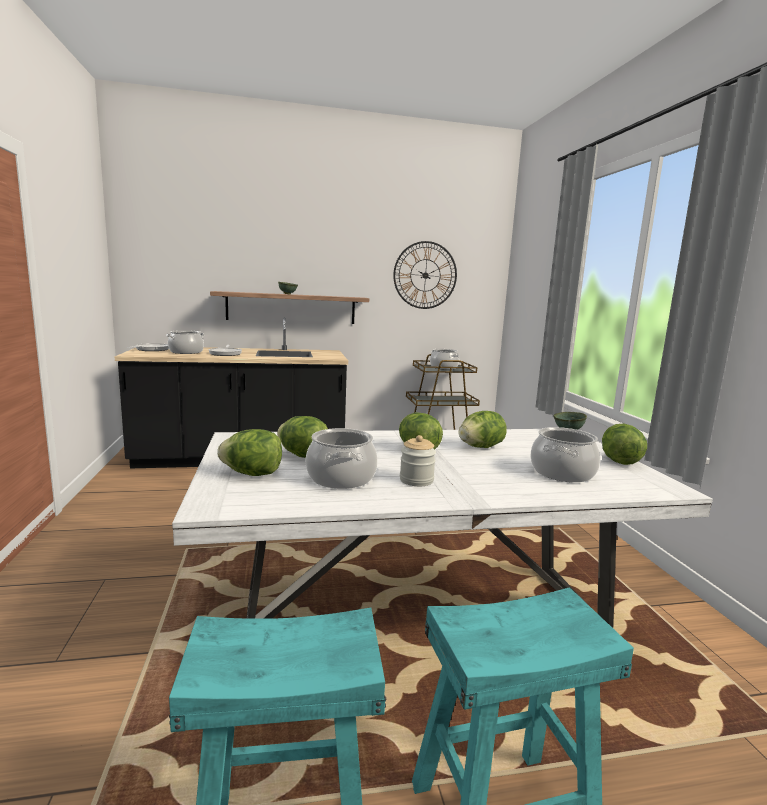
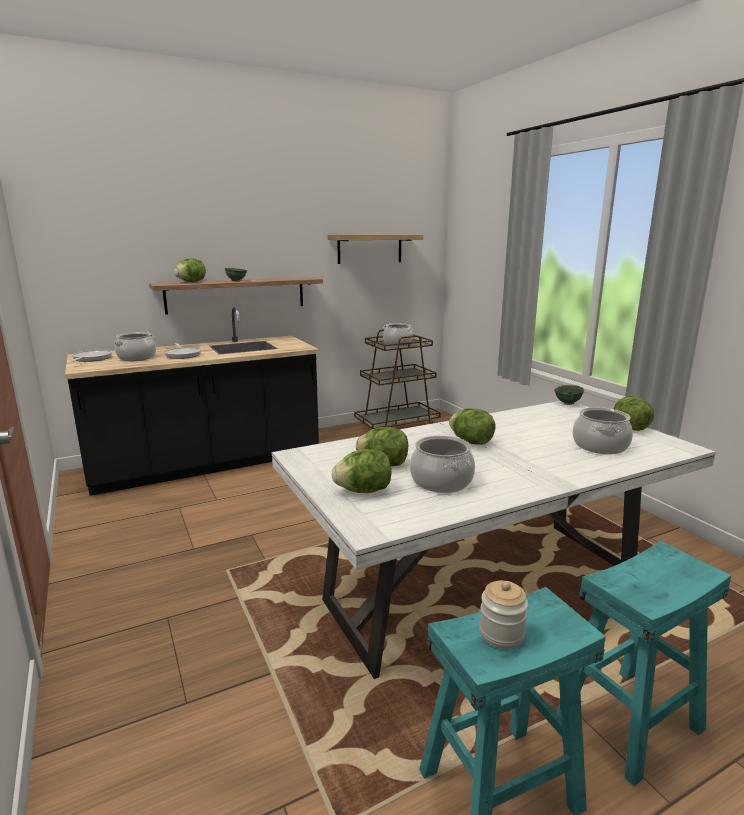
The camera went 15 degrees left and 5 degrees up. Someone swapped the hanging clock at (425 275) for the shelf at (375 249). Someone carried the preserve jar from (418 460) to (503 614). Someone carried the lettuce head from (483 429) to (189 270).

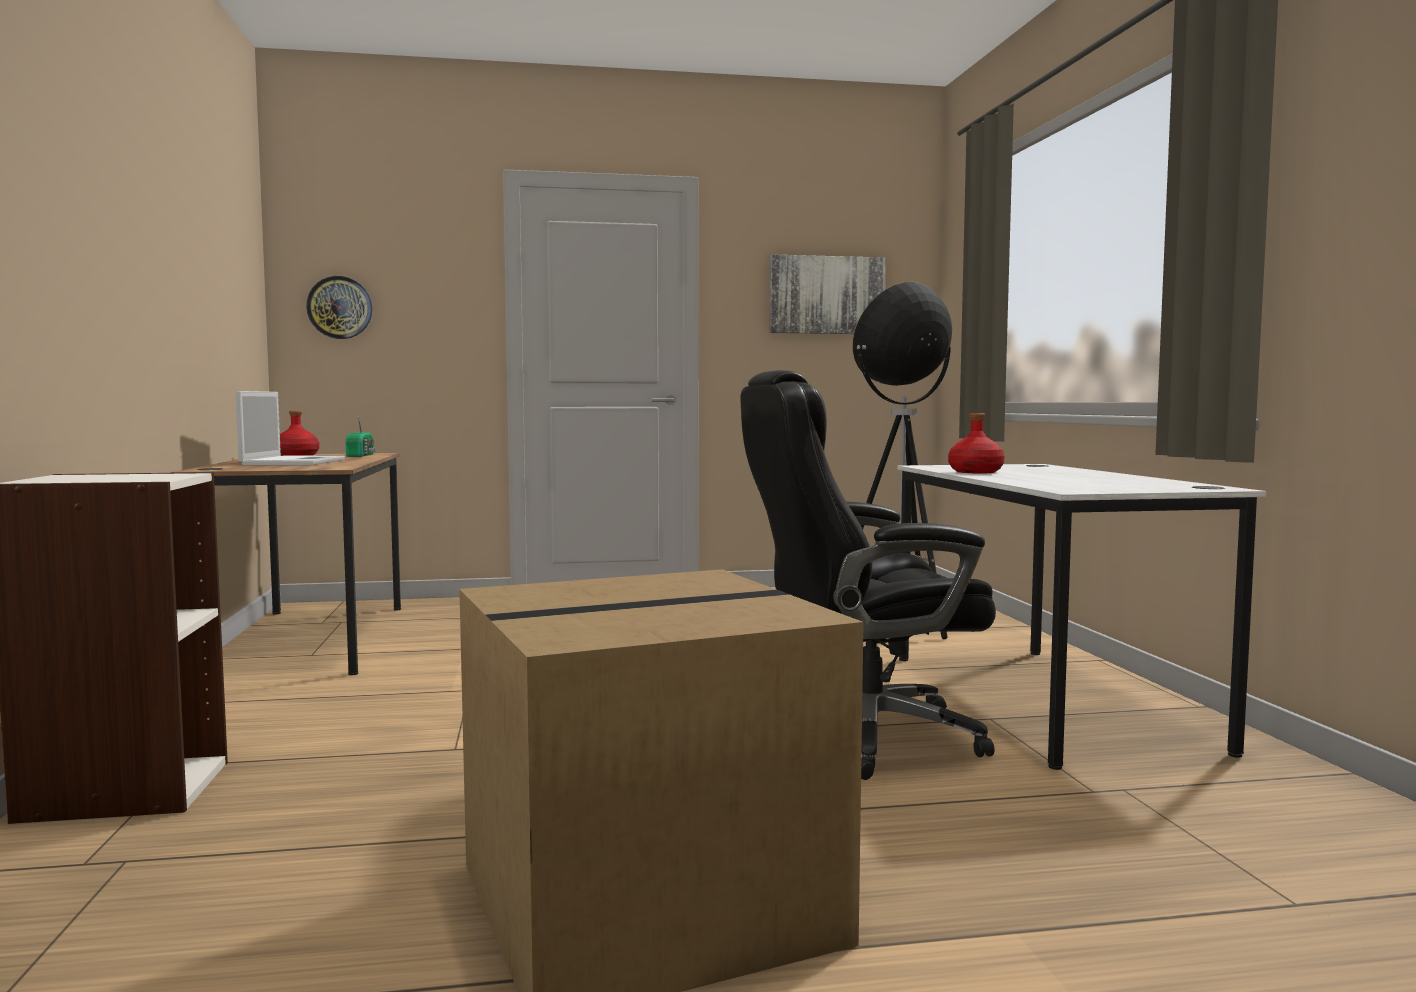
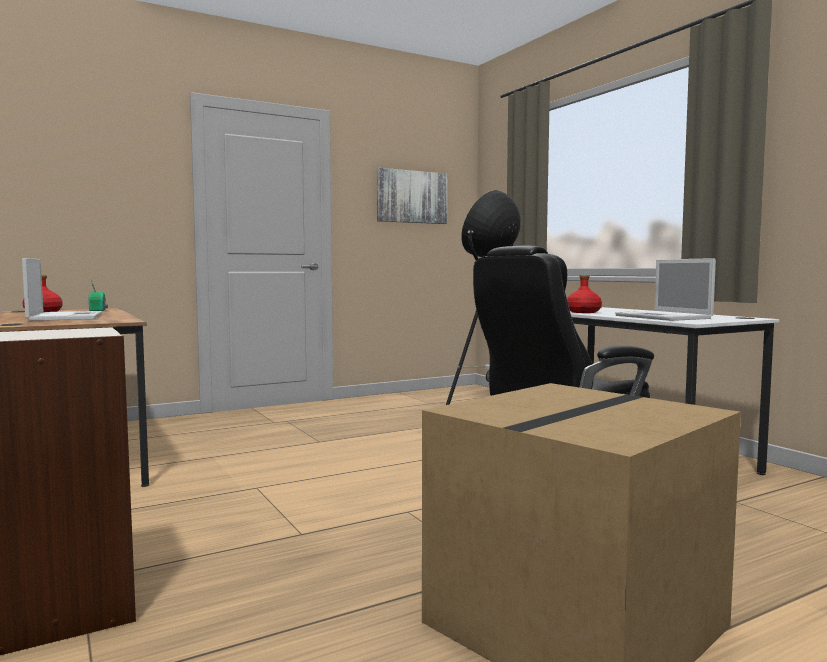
The camera went 20 degrees left and 0 degrees up. Someone took away the hanging clock at (339 307). Someone put down the notebook computer at (665 289).

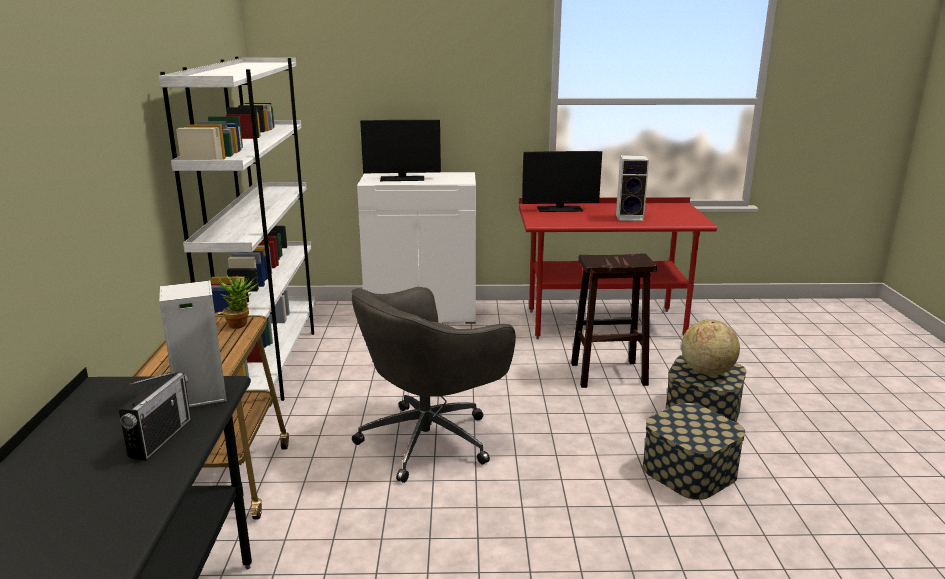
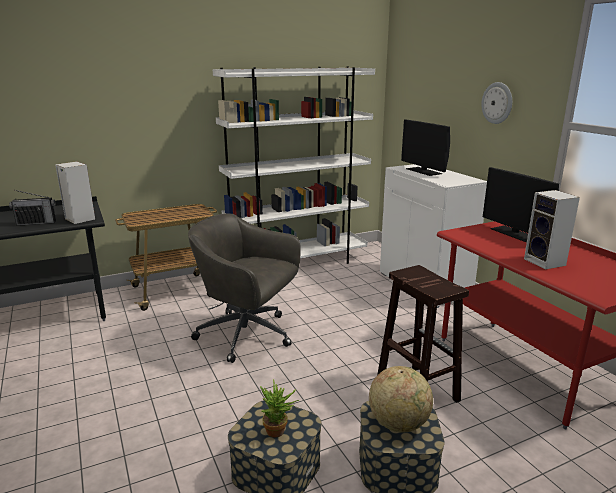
The camera went 65 degrees right and 0 degrees up. Someone carried the plant in a pot from (237 302) to (279 408). Someone put up the hanging clock at (496 103).

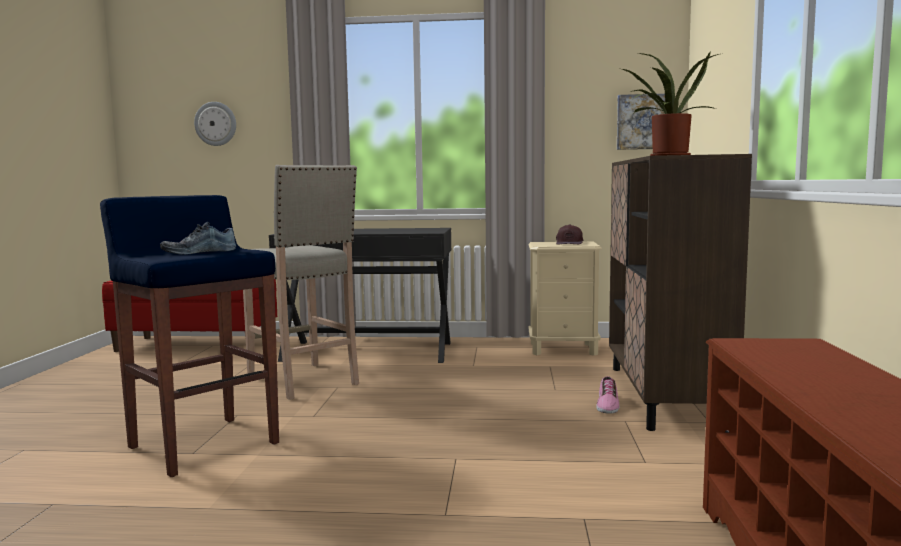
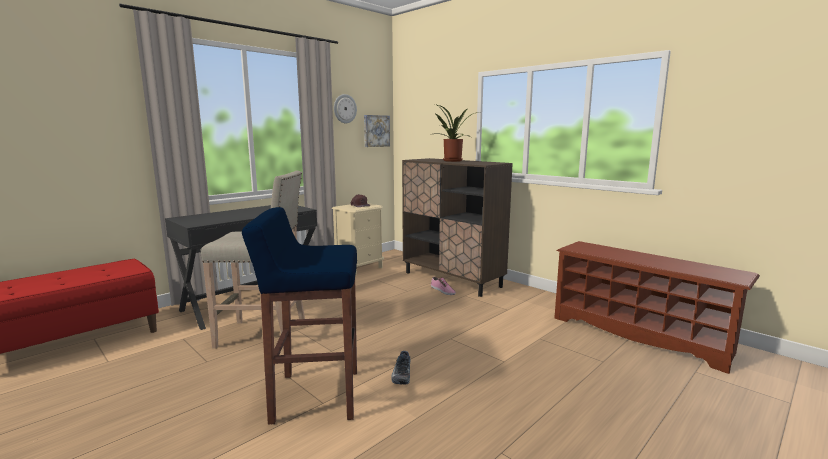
The camera went 50 degrees left and 5 degrees up. Someone carried the item of footwear from (198 238) to (401 367). Someone carried the hanging clock from (215 124) to (345 108).

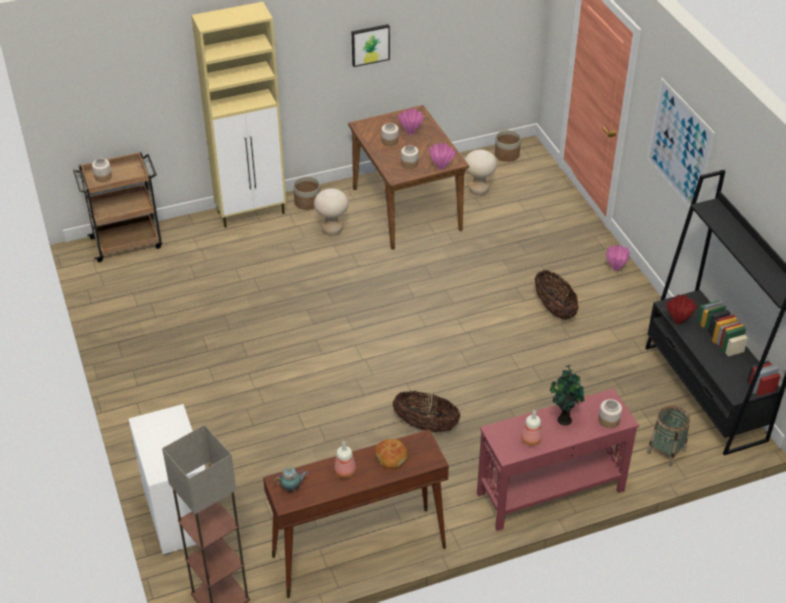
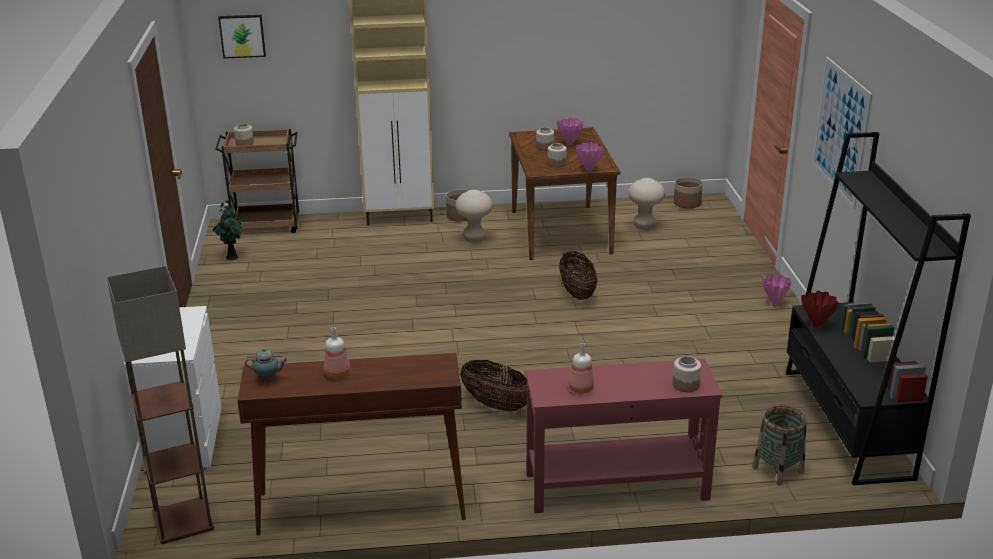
The camera went 15 degrees right and 15 degrees down. Someone carried the wall picture from (371 45) to (242 37). Someone took away the bread at (391 454). Someone carried the household basket from (557 295) to (578 275). Someone carried the plant in a pot from (567 395) to (228 230).

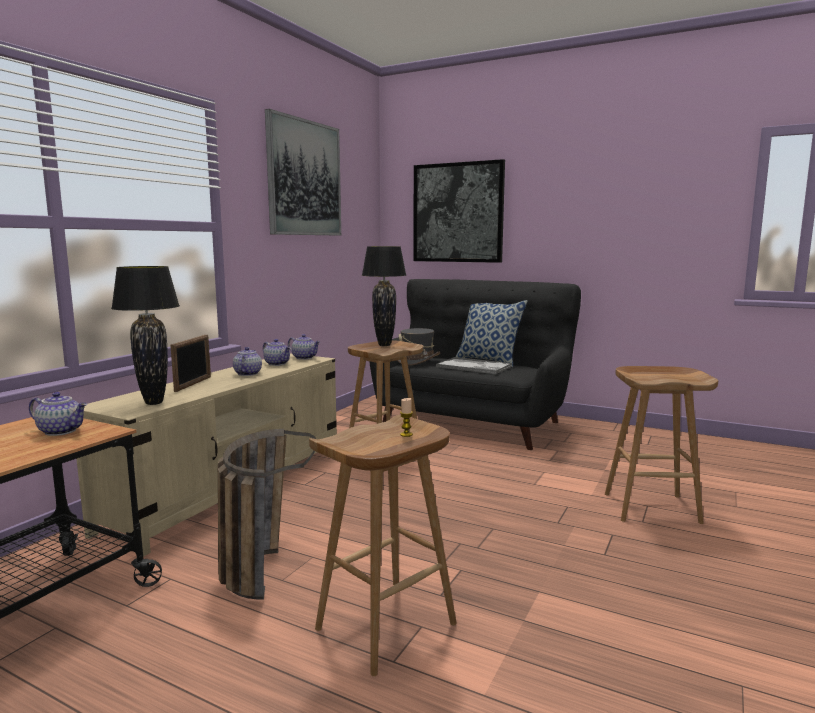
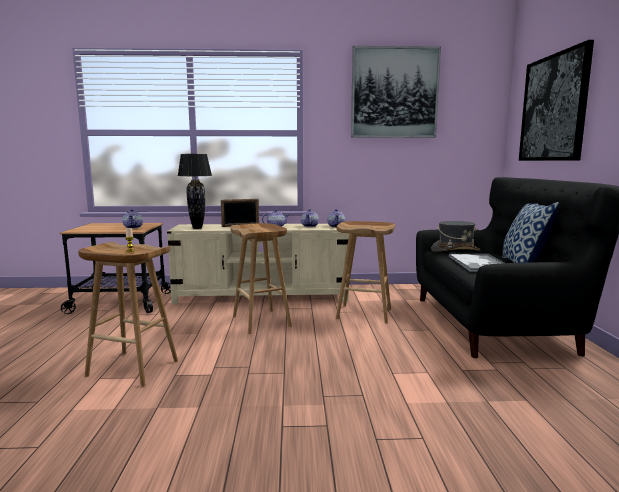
The camera went 60 degrees right and 0 degrees up. Someone took away the household basket at (267 514). Someone took away the black lamp for a table at (384 296). Someone carried the brownish sitting stool from (661 445) to (261 278).

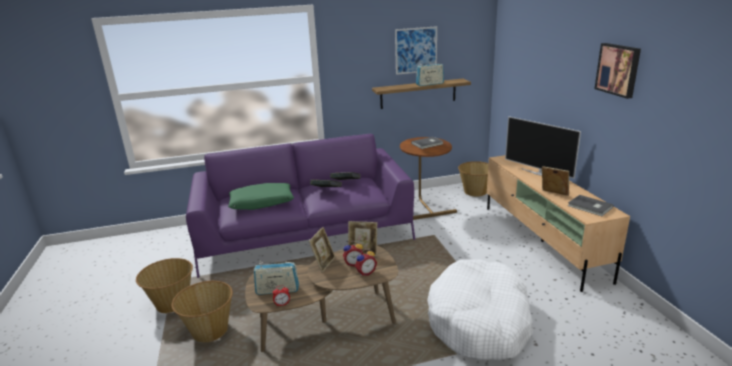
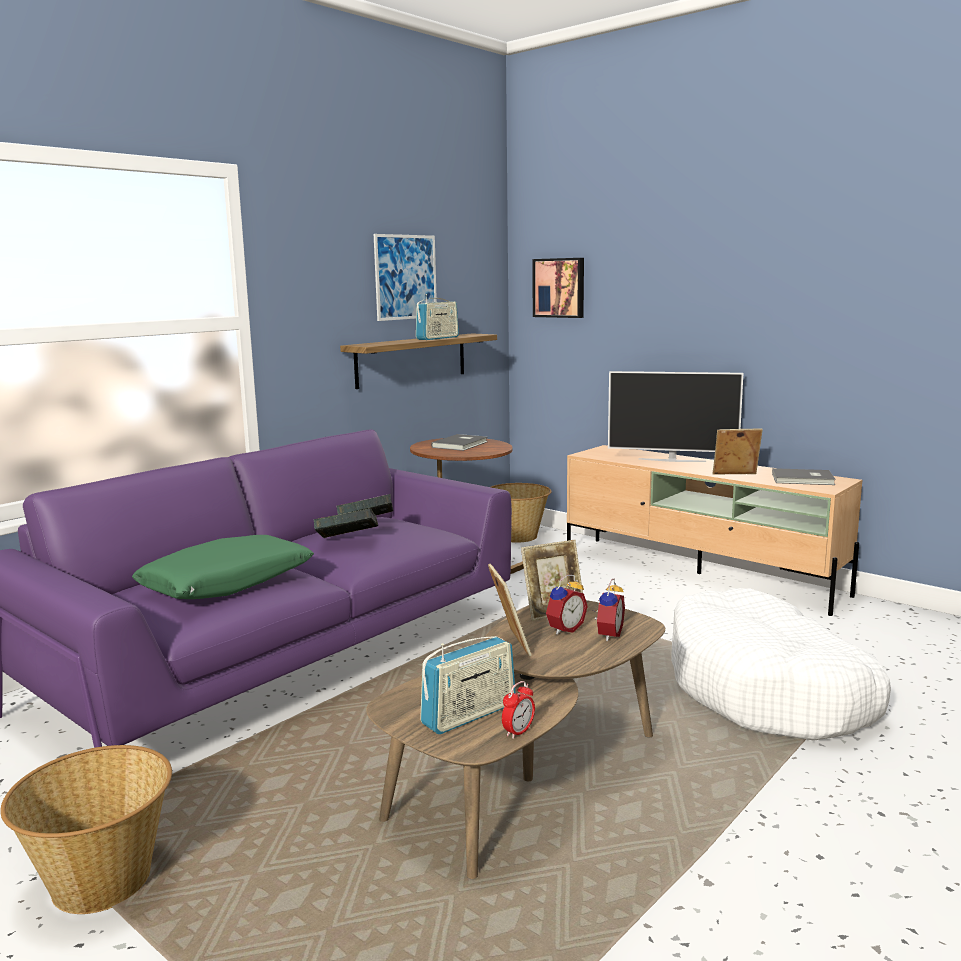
The camera went 35 degrees left and 10 degrees down. Someone took away the household basket at (202 311). Someone carried the wall picture from (617 71) to (558 288).

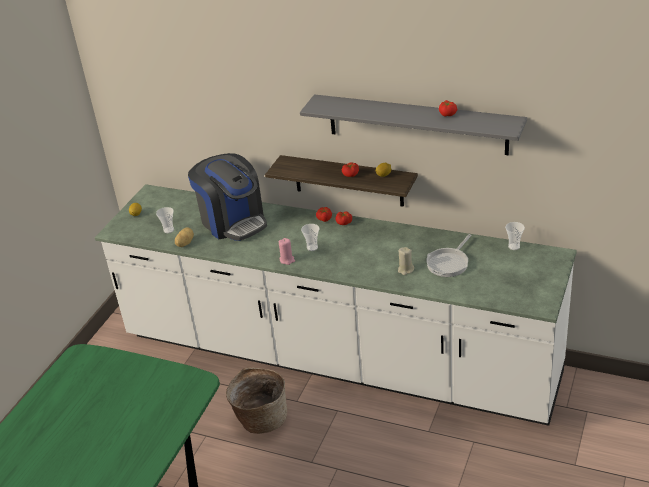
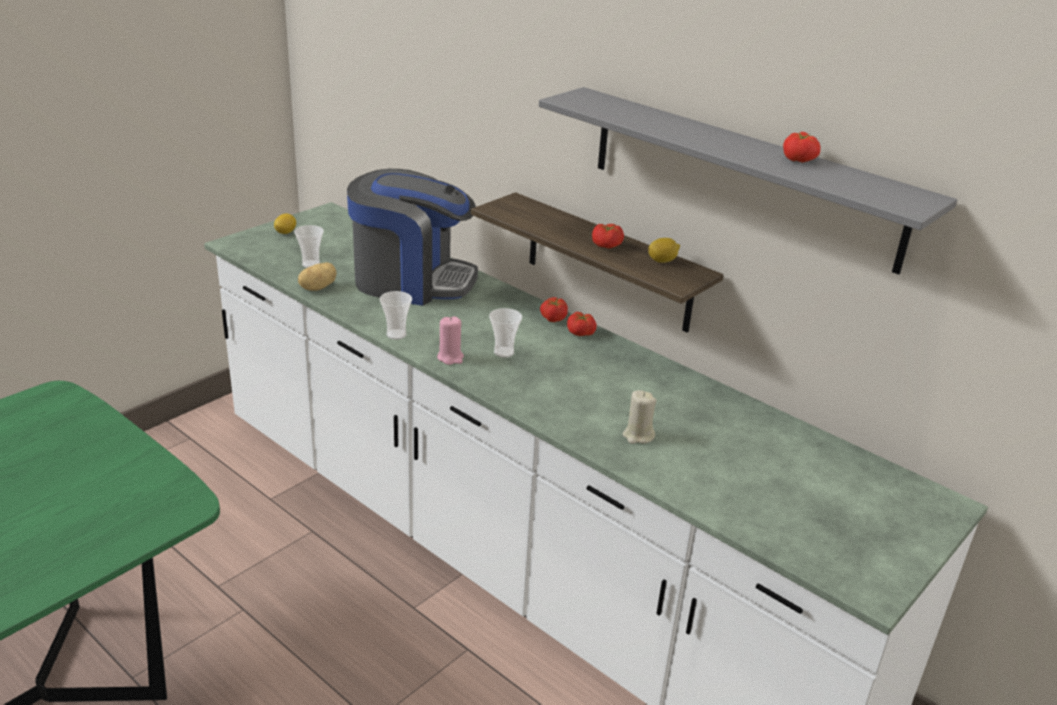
The camera went 15 degrees right and 5 degrees down. Someone rotated the coffee maker at (227 197) by 60 degrees counterclockwise. Someone took away the household basket at (256 401). Someone took away the frying pan at (448 255). Someone carried the drinking cup from (515 236) to (396 315).

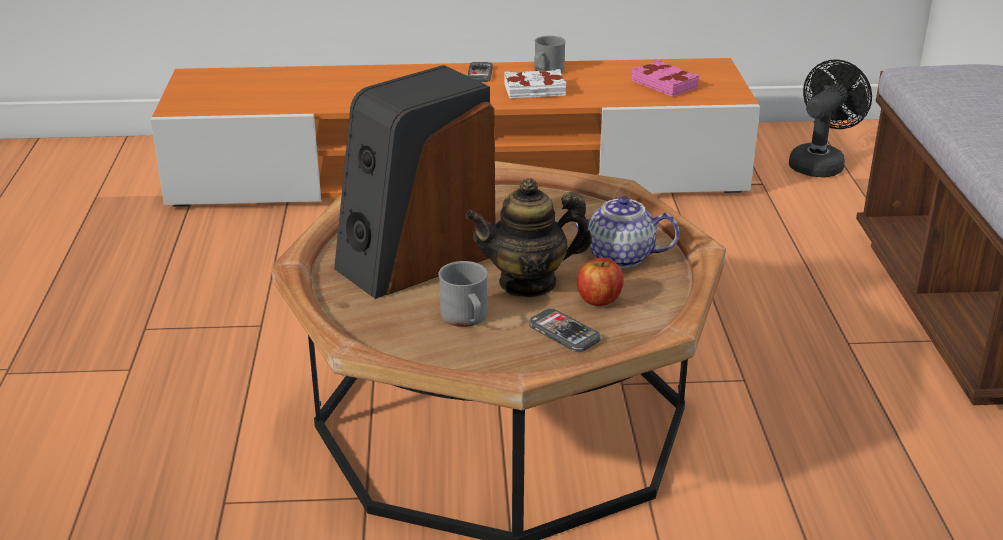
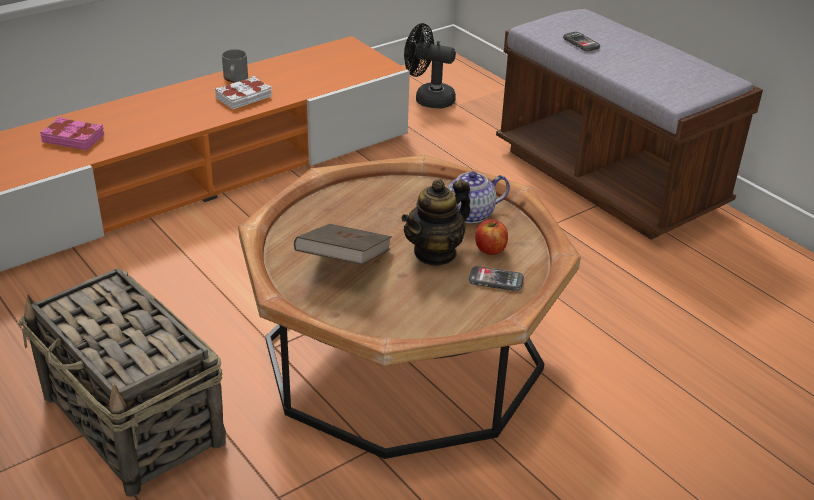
The camera went 35 degrees left and 5 degrees up. Someone swapped the speaker at (414 182) for the brownish book at (343 244). Someone took away the gray tea mug at (463 294). Someone carried the phone from (480 72) to (581 41). Someone carried the pink book from (665 78) to (72 133). Someone rotated the black fan at (830 118) by 75 degrees counterclockwise. Someone put down the household basket at (122 382).

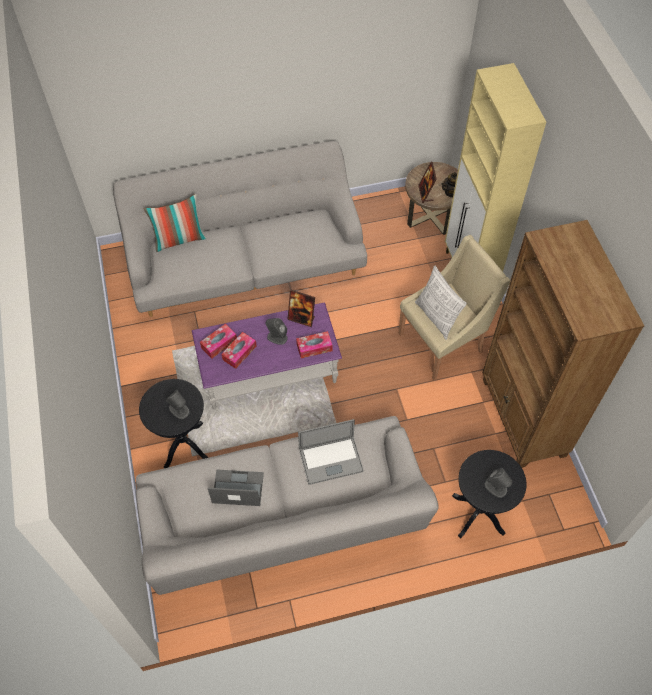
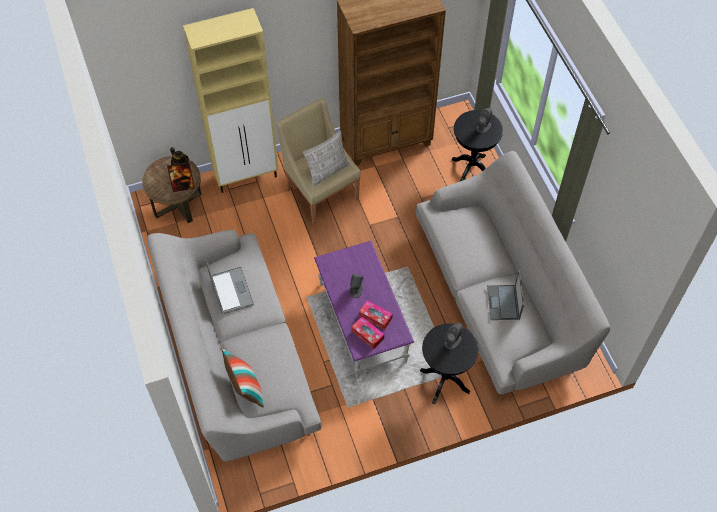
The camera went 95 degrees left and 0 degrees up. Someone took away the standing frame at (301 308). Someone took away the tissue box at (314 344). Someone carried the notebook computer from (331 452) to (230 286).

